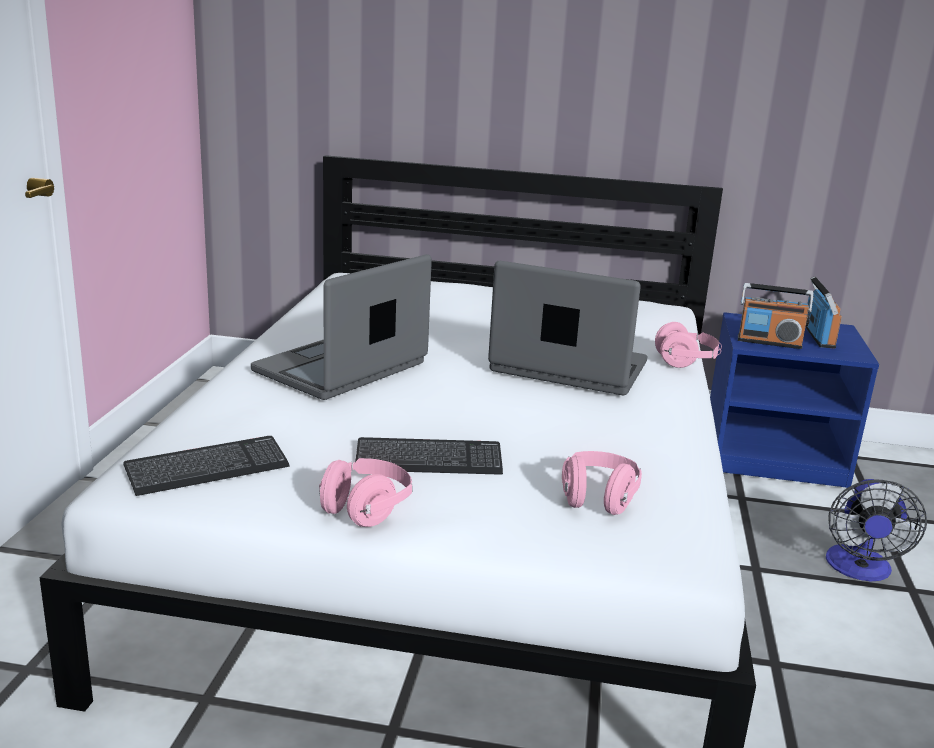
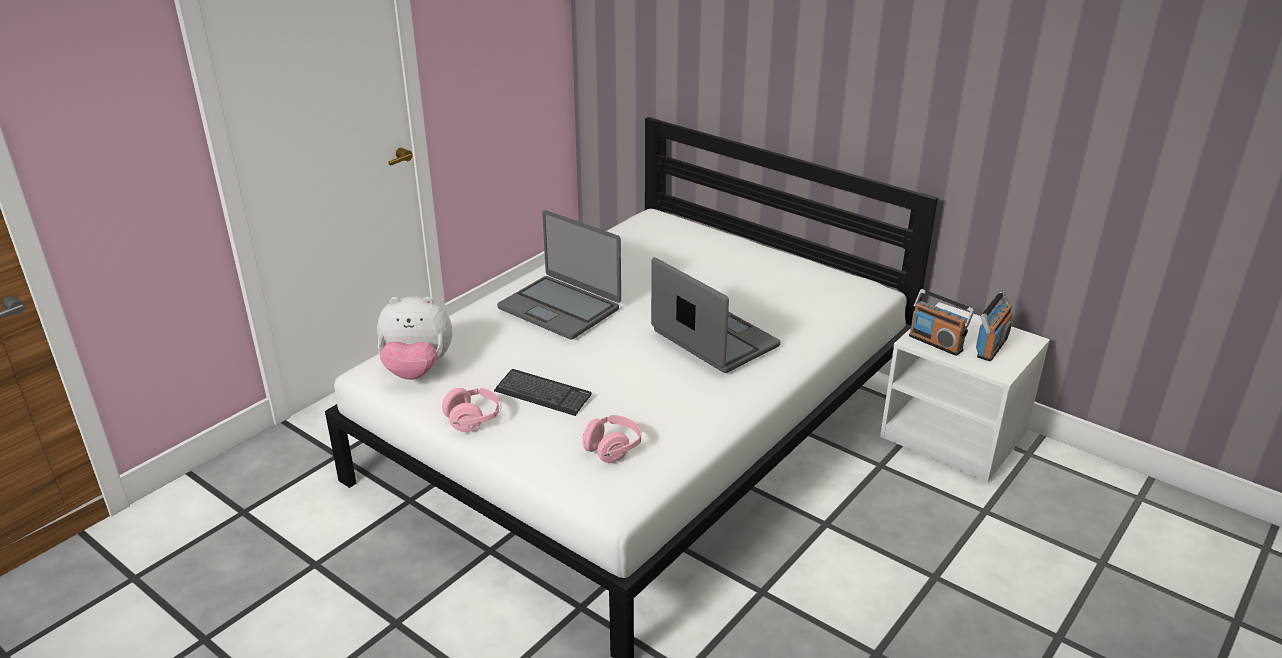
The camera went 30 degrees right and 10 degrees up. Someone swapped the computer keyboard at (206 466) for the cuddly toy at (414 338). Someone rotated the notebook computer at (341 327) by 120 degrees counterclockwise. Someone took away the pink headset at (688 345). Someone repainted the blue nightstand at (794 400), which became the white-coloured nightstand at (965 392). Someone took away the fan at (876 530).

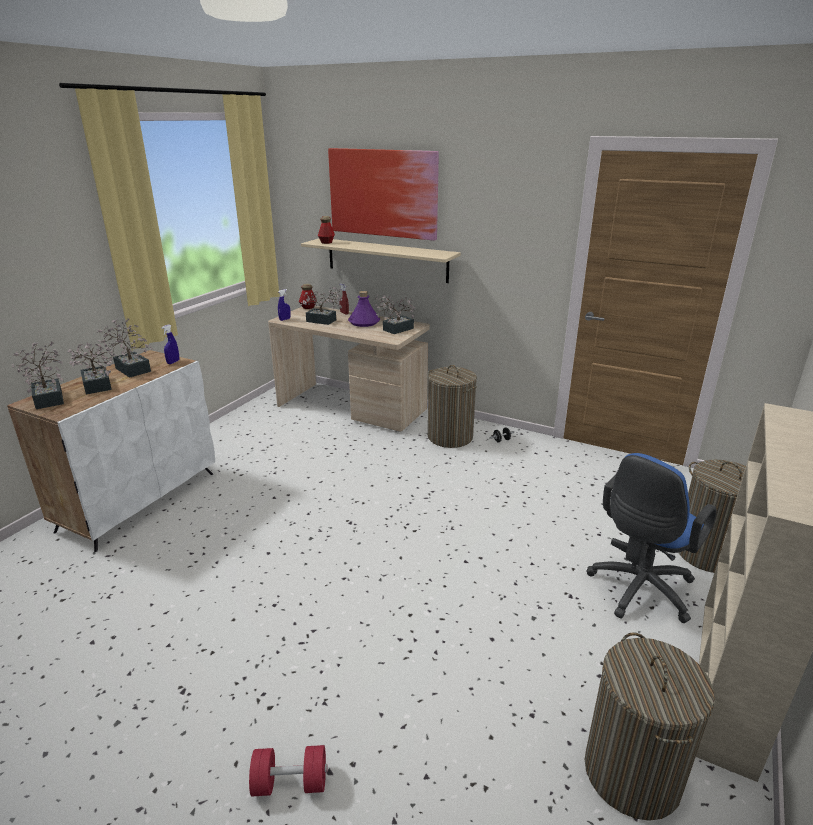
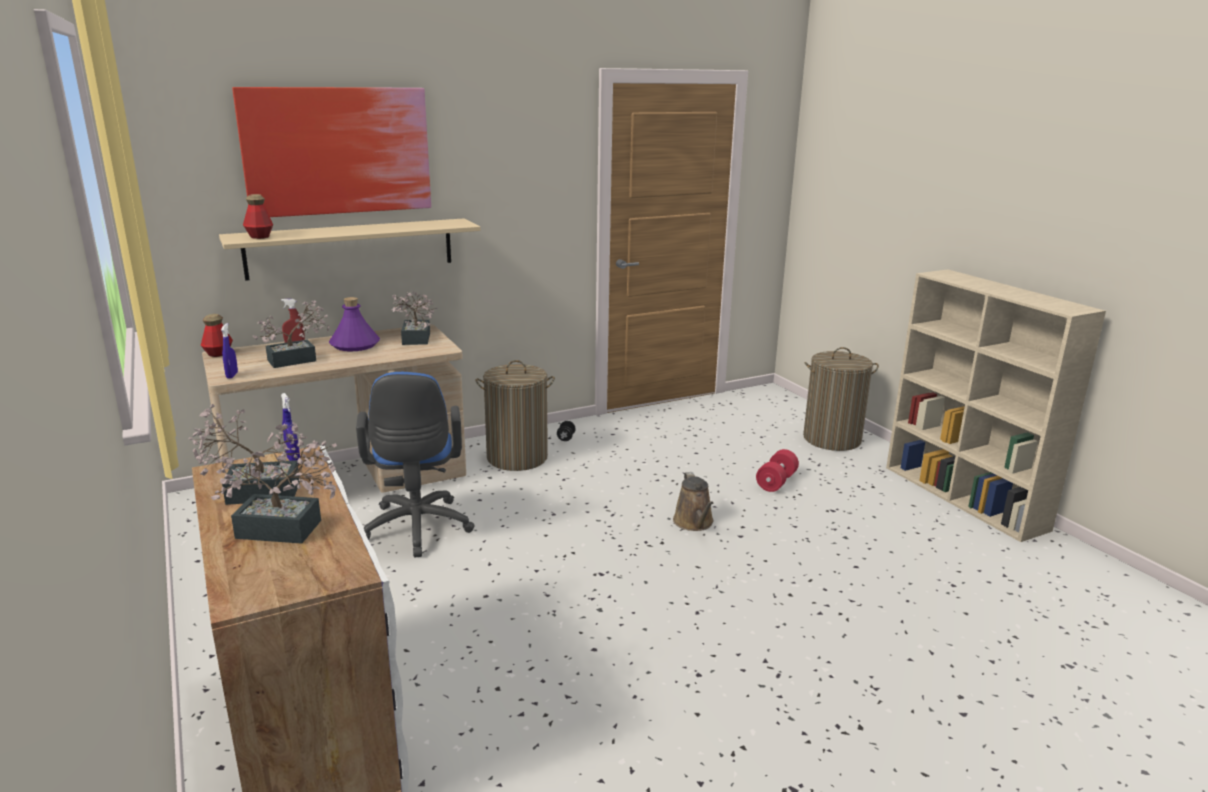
The camera went 55 degrees left and 5 degrees down. Someone took away the plant in a pot at (38 375). Someone carried the reddish free weight from (288 770) to (777 470). Someone took away the hamper at (650 726). Someone carried the blue office chair from (651 538) to (415 464). Someone put down the brownish watering pot at (693 501).

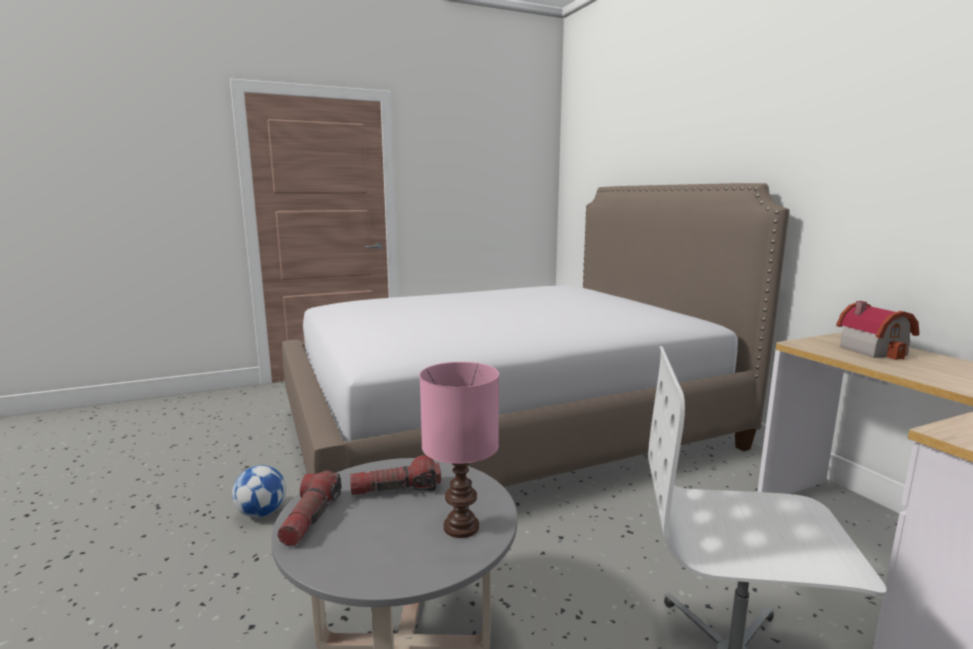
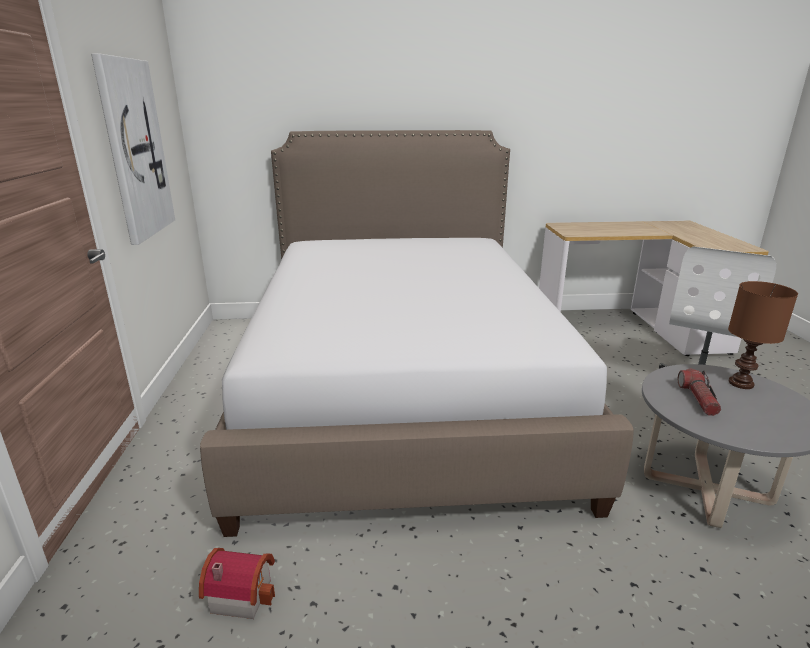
The camera went 70 degrees left and 10 degrees up. Someone took away the ball for football at (259 491). Someone took away the torch at (309 508). Someone repainted the pink lamp for a table at (459 450), which became the brownish lamp for a table at (763 335). Someone carried the miniature house from (878 330) to (237 583). Someone put up the wall picture at (133 149).

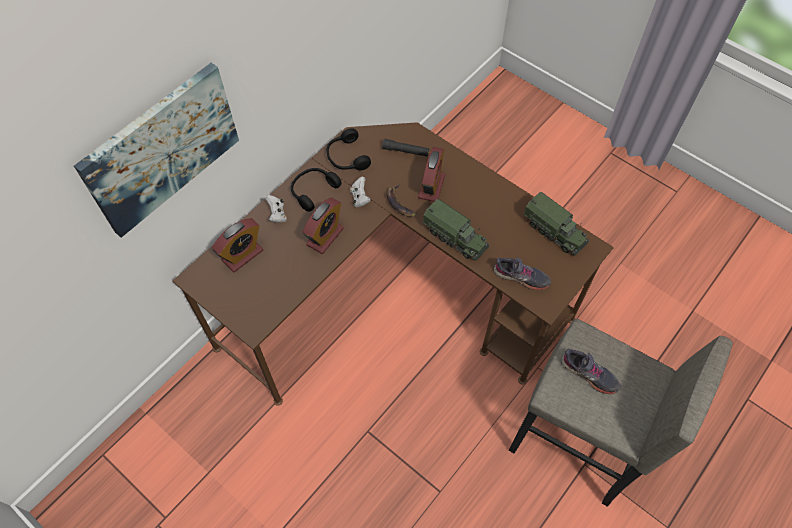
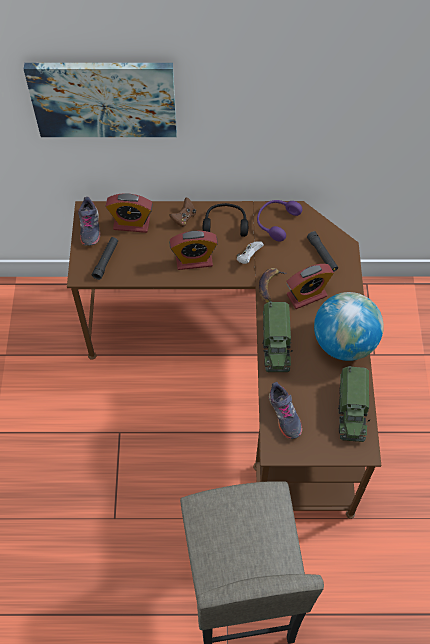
The camera went 50 degrees right and 0 degrees up. Someone repainted the white-coloured game controller at (276 208), which became the brownish game controller at (183 212). Someone repainted the black headset at (349 149), which became the purple-coloured headset at (280 221). Someone carried the gray item of footwear from (590 371) to (89 221). Someone put down the black torch at (104 258). Someone put down the desk globe at (349 326).

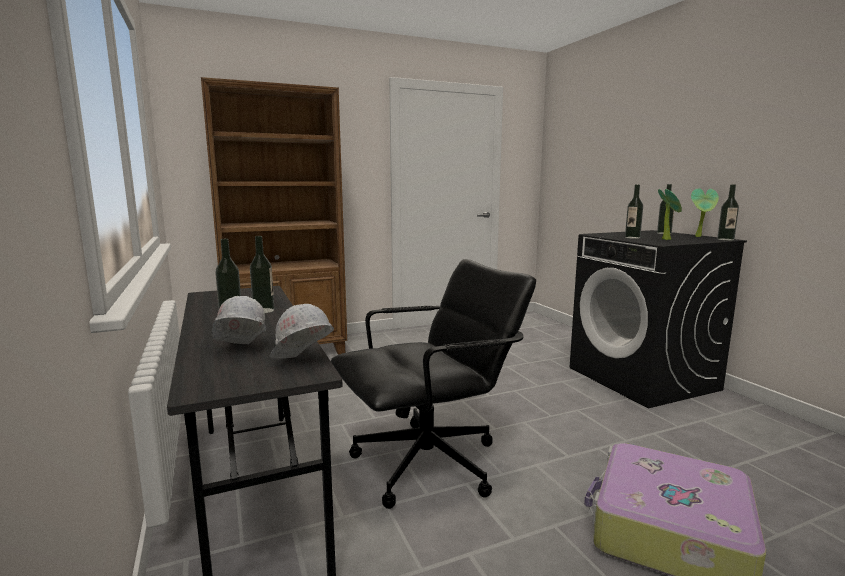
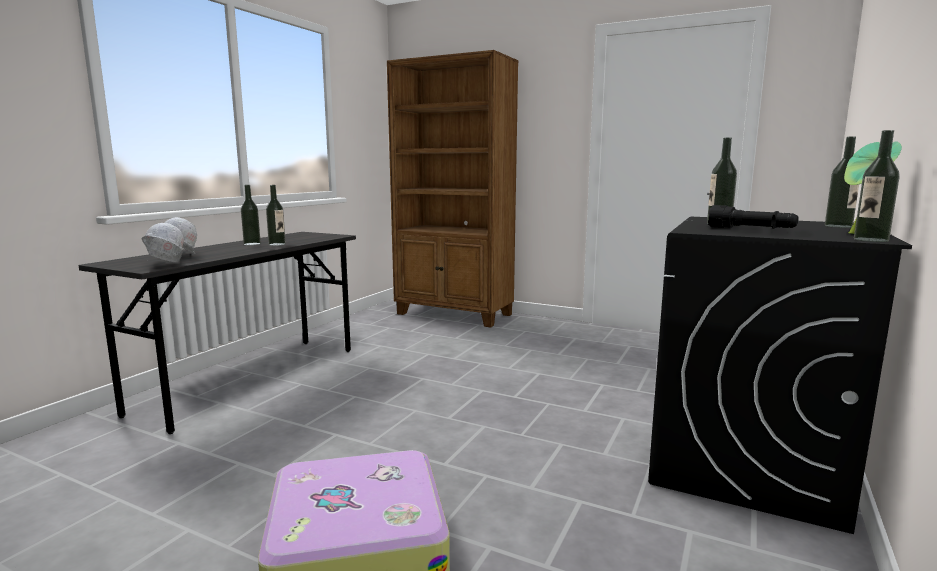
The camera went 50 degrees right and 0 degrees up. Someone took away the black office chair at (433 384). Someone swapped the plant in a pot at (670 214) for the black torch at (753 217).

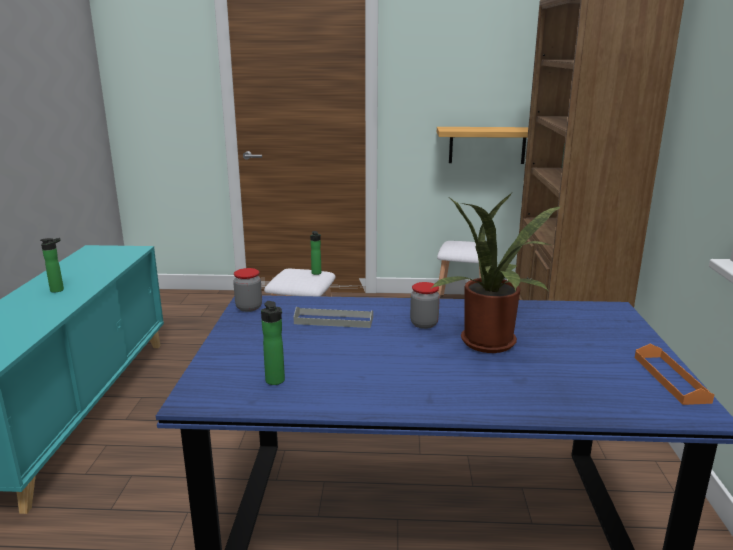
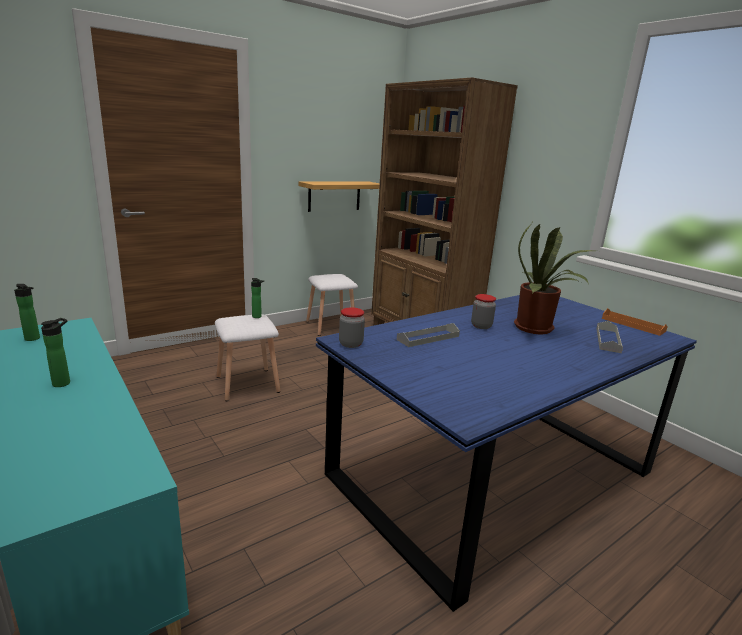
The camera went 40 degrees left and 0 degrees up. Someone carried the drink bottle from (273 343) to (27 312). Someone put down the gray carrying tray at (609 337).

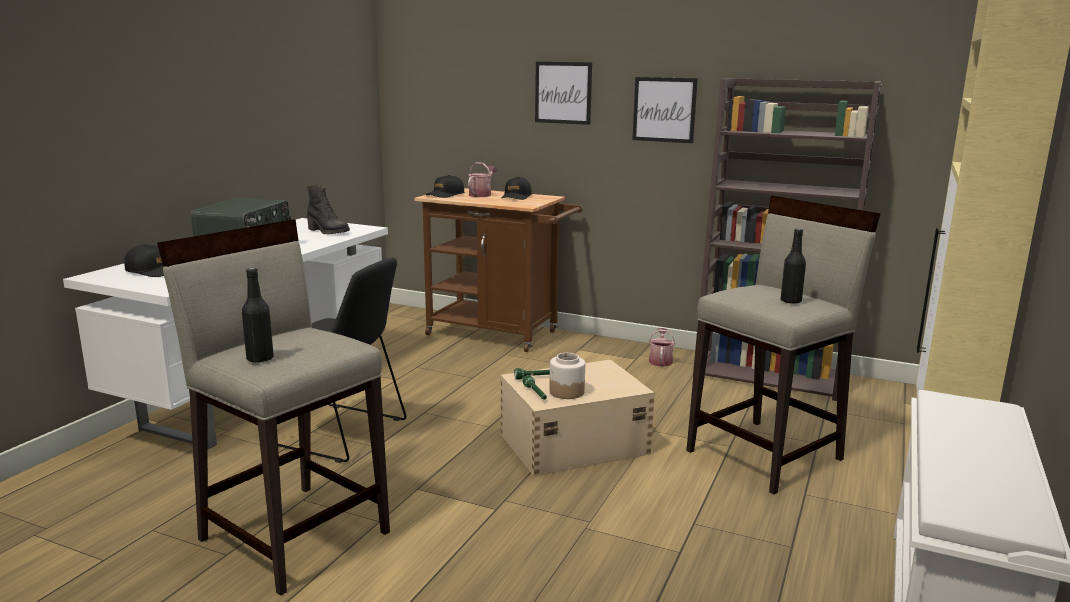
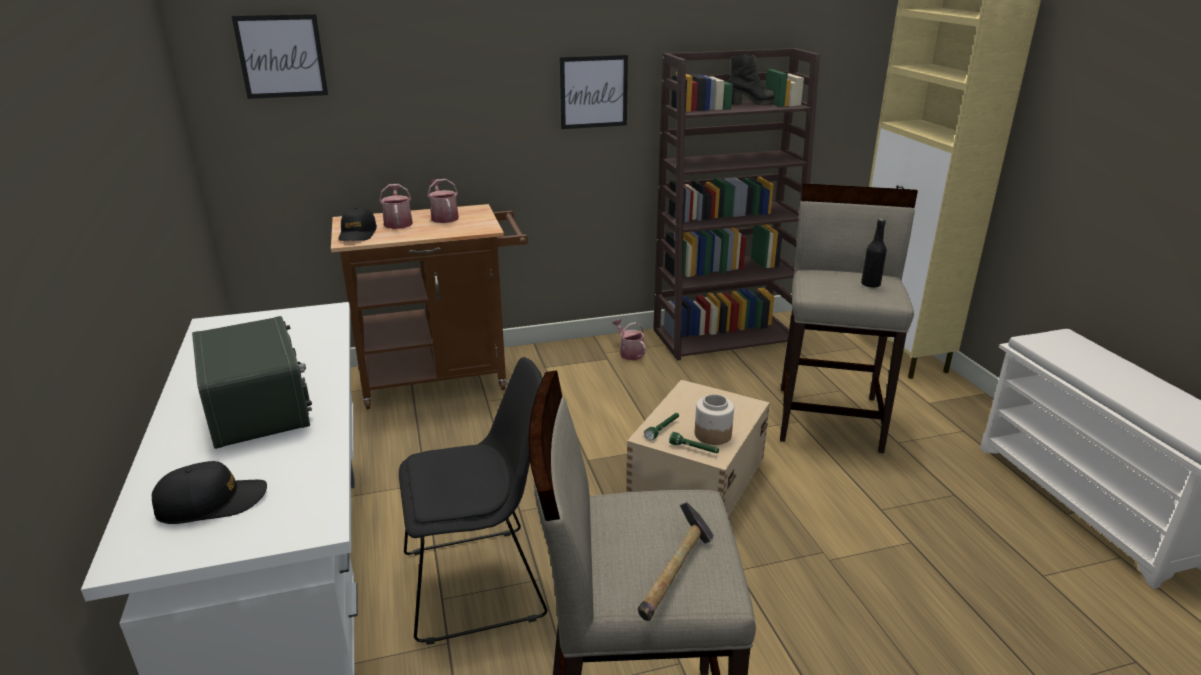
The camera went 40 degrees left and 10 degrees up. Someone swapped the black drink bottle at (258 315) for the tool hammer at (676 561). Someone carried the black high-top boot from (328 209) to (751 80). Someone swapped the black cap at (516 188) for the watering pot at (443 201). Someone carried the wall picture from (563 93) to (280 56).

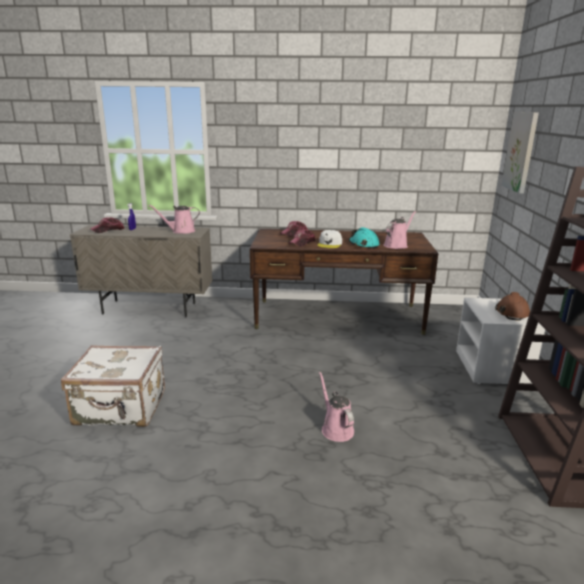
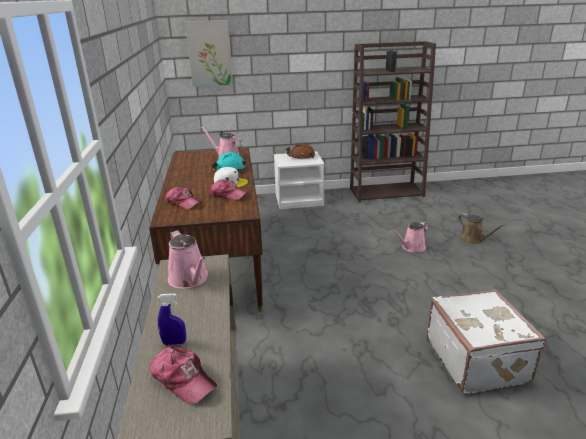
The camera went 100 degrees left and 5 degrees up. Someone put down the brownish watering pot at (482 228).

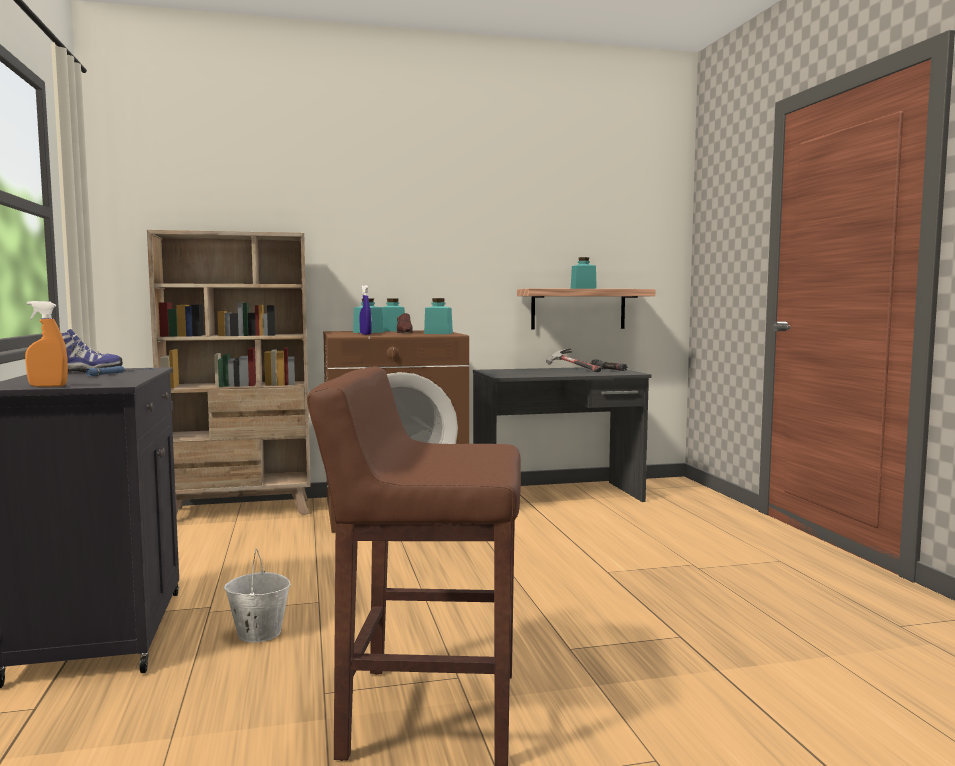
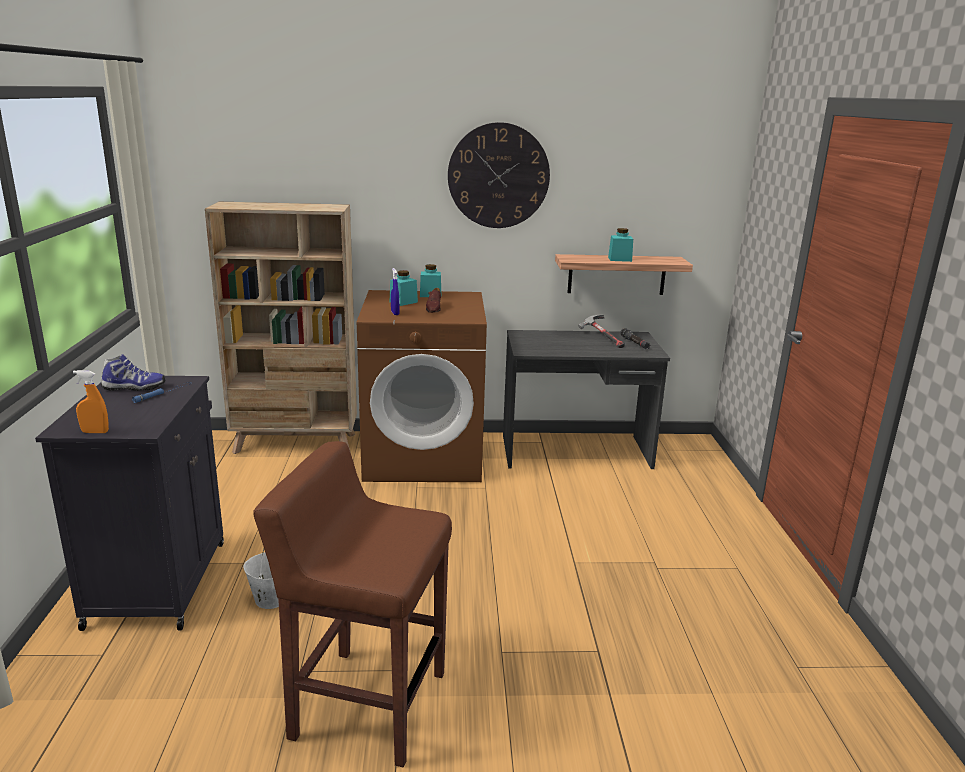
The camera went 10 degrees right and 15 degrees up. Someone took away the blue-green preserve jar at (438 316). Someone put up the hanging clock at (499 175).

